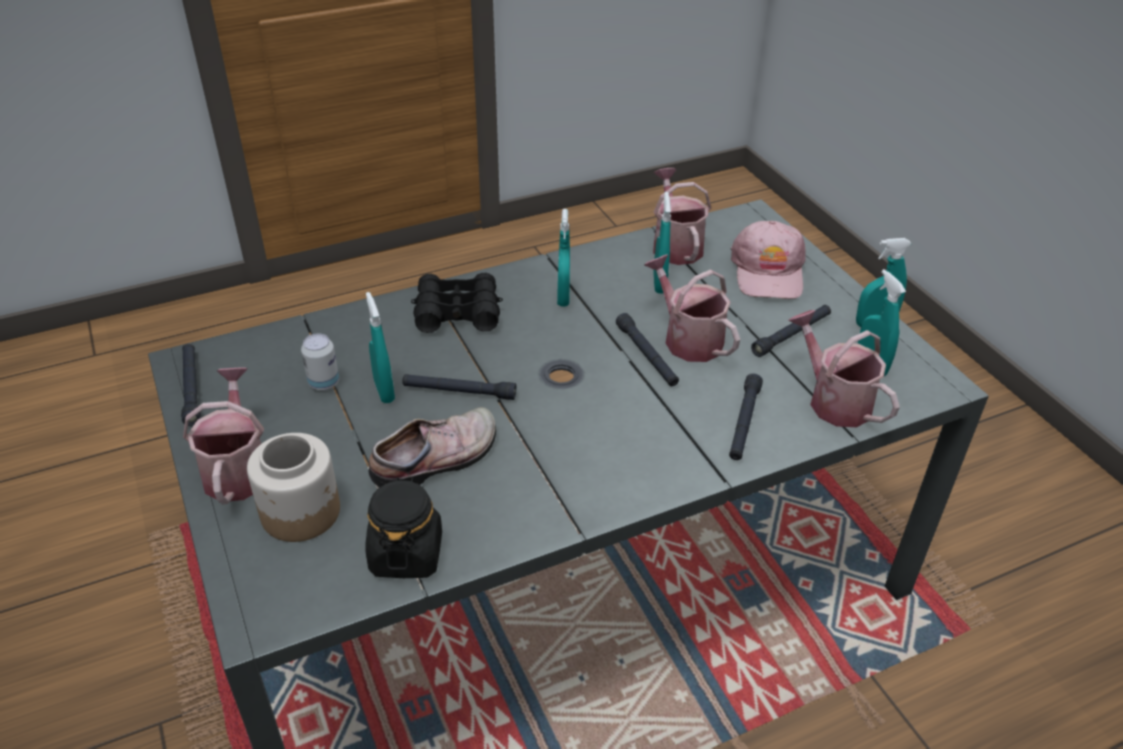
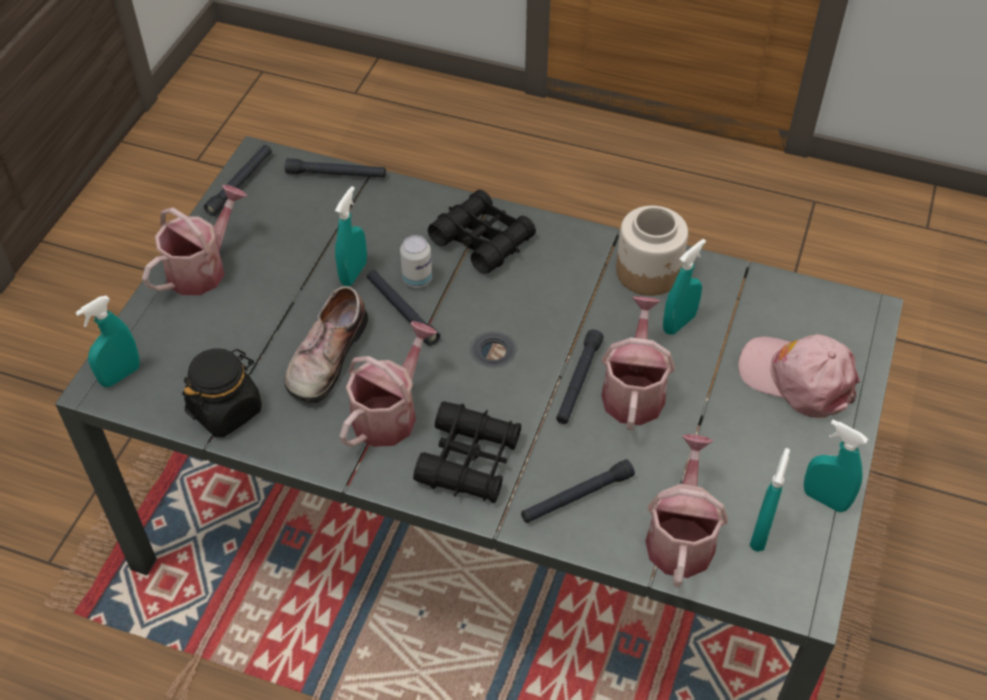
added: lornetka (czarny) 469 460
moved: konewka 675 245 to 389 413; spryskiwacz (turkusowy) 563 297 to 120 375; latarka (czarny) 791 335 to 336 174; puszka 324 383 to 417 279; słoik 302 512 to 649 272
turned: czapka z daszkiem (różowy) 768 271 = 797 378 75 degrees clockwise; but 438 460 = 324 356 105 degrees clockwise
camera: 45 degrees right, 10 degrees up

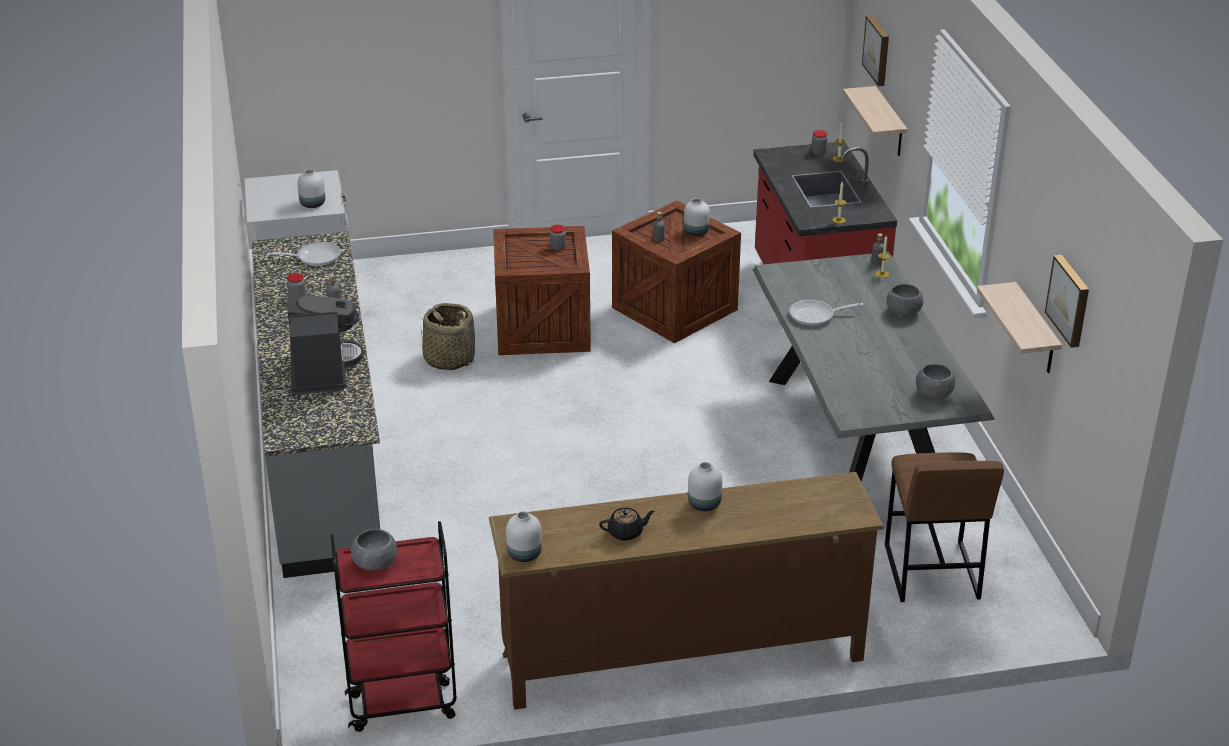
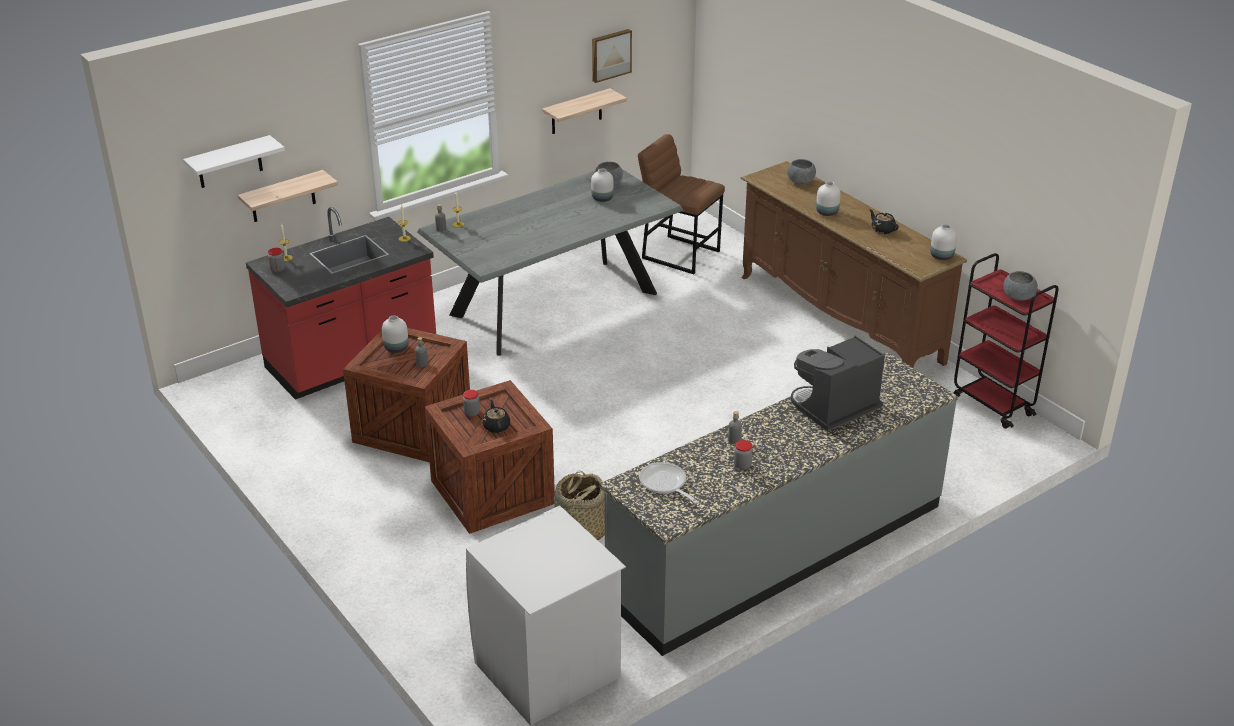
removed: patelnia 816 316
added: imbryk (czarny) 496 426
moved: wazon (biały) 313 204 to 602 198; miska (szary) 903 312 to 800 181
replaced: obraz 878 50 to półka (biały) 229 162
turned: krzesło (brązowy) 932 573 = 679 254 120 degrees counterclockwise
camera: 115 degrees left, 0 degrees up

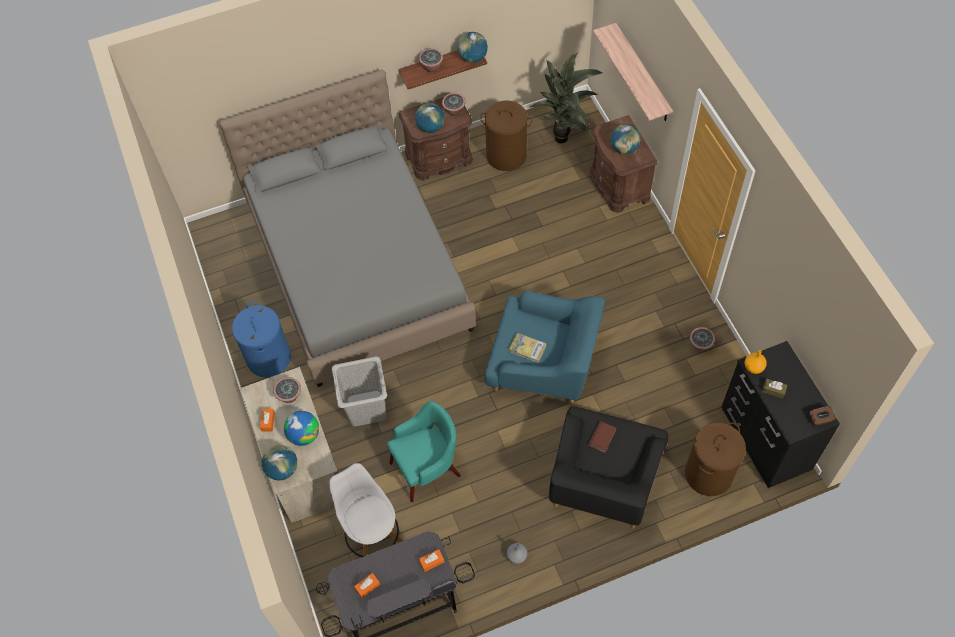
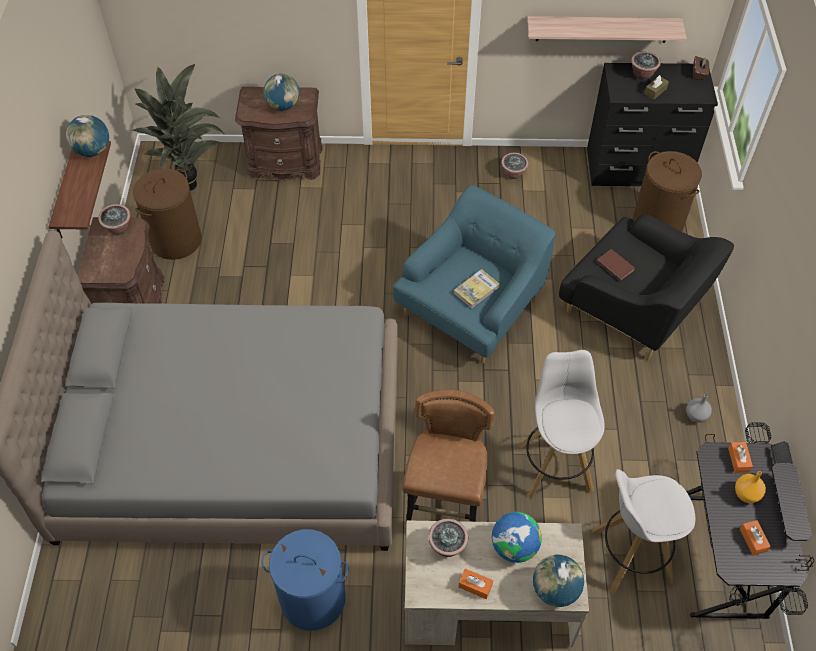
removed: globus 430 127
moved: półka 642 74 to 602 29; roślina doniczkowa 431 67 to 642 75; wazon (pomarańczowy) 754 367 to 746 494
replaced: kosz na pranie (szary) 366 408 to krzesło (brązowy) 445 504; fotel (turkusowy) 427 468 to stołek (biały) 555 466
camera: 70 degrees left, 5 degrees down

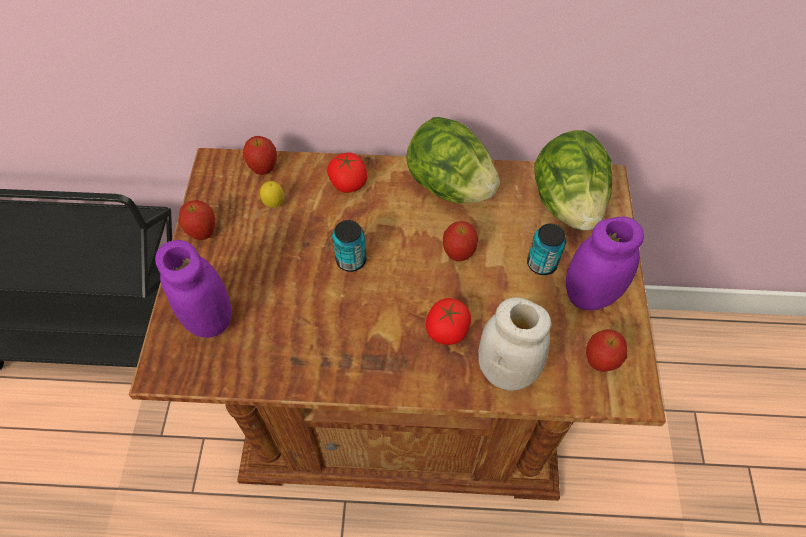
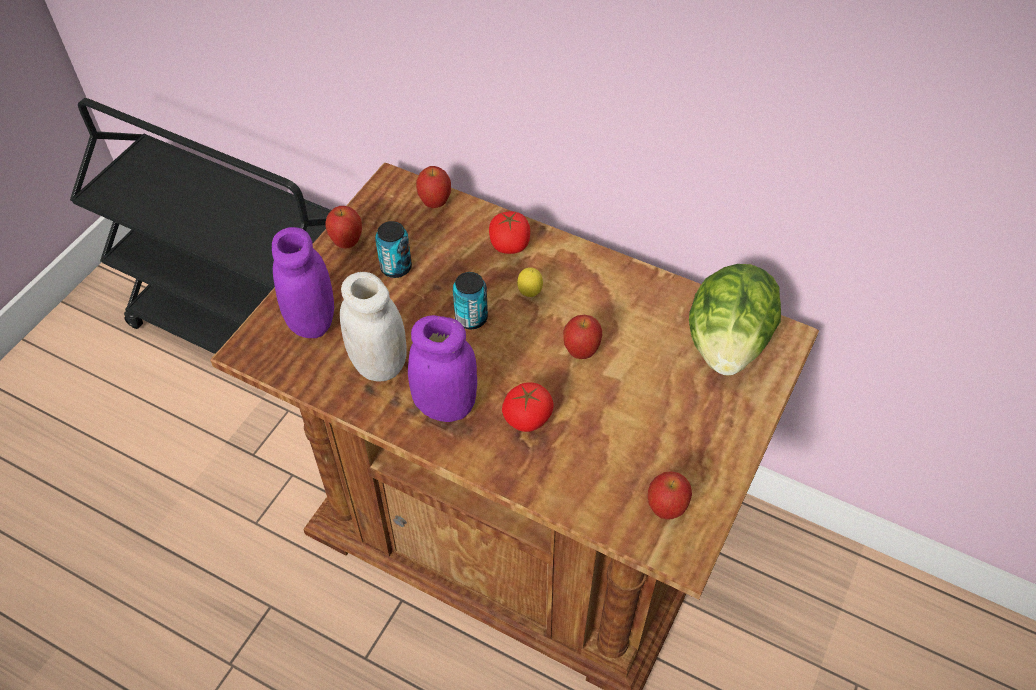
removed: sałata 449 186
moved: cytryna 274 204 to 529 294; słoik (fioletowy) 590 295 to 445 406; puszka 541 264 to 396 267; słoik (biały) 506 370 to 379 364
camera: 25 degrees right, 5 degrees down

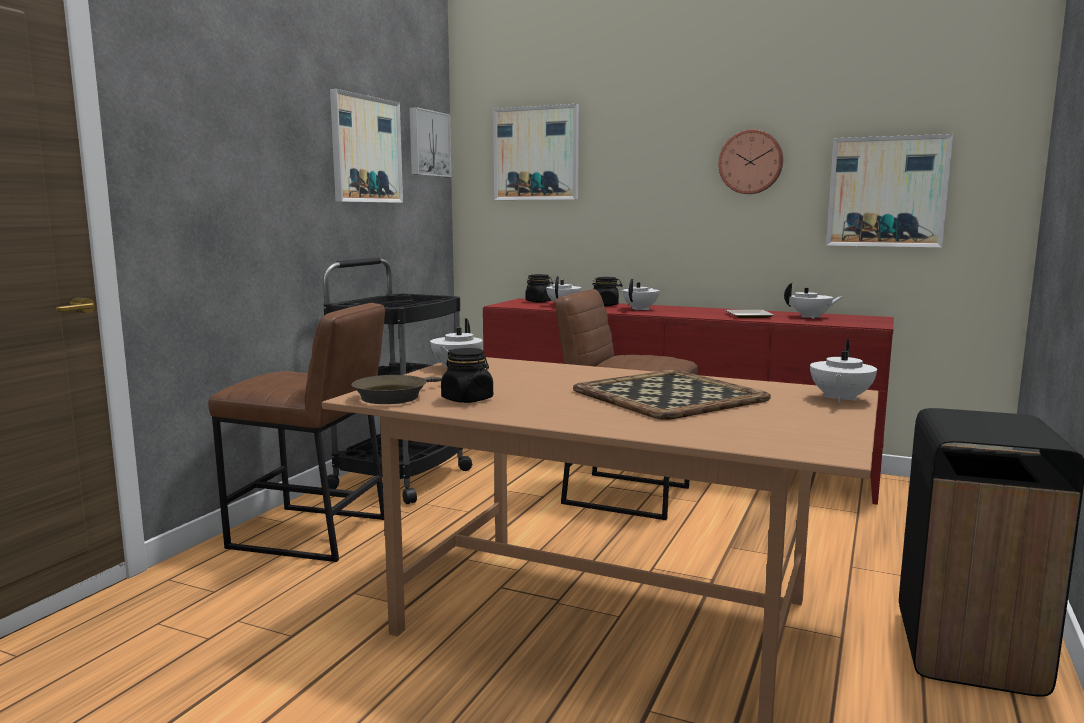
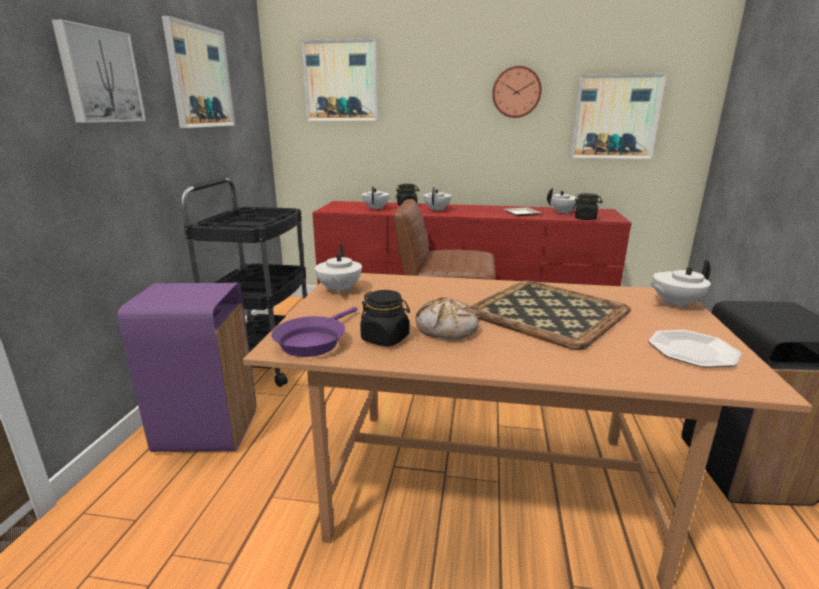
added: chleb 446 328; talerz 692 350
moved: obraz 427 143 to 99 76; słoik (czarny) 539 301 to 585 218
replaced: krzesło (brązowy) 311 533 to kosz na śmieci (fioletowy) 207 431
recoloured: patelnia (brązowy) 395 396 to patelnia (fioletowy) 313 341
turned: imbryk (biały) 839 399 = 674 304 60 degrees clockwise
camera: 15 degrees left, 10 degrees up

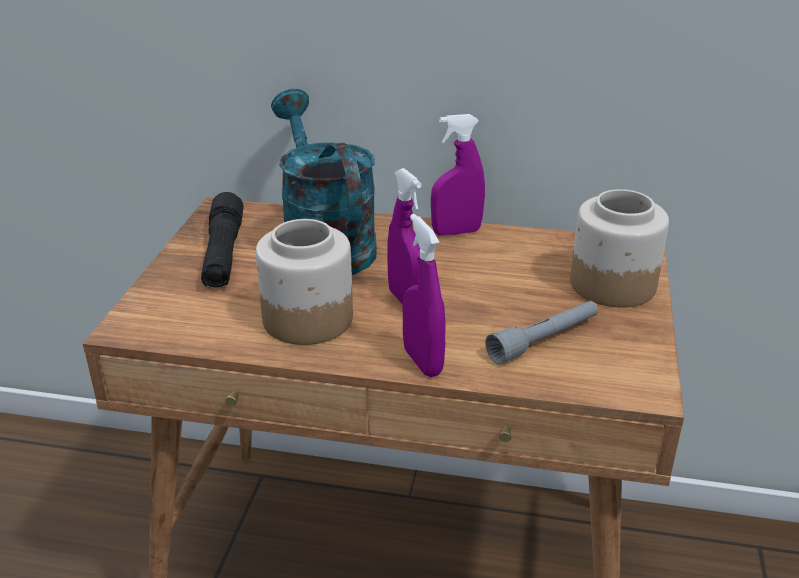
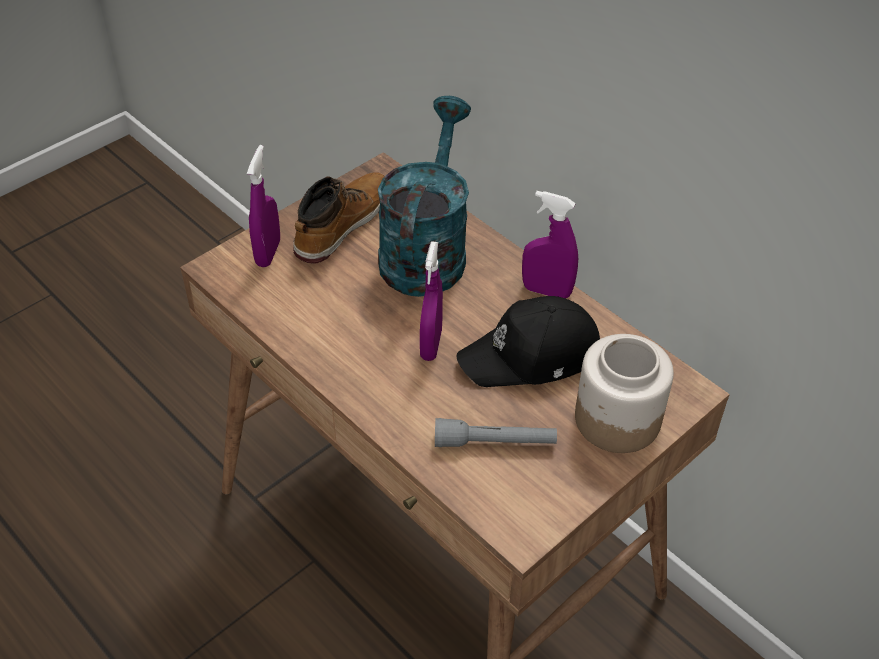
removed: słoik 306 319
added: czapka z daszkiem (czarny) 532 356
moved: spryskiwacz (fioletowy) 422 362 to 268 253
replaced: latarka (czarny) 223 254 to but z cholewką 341 224
camera: 35 degrees right, 15 degrees up

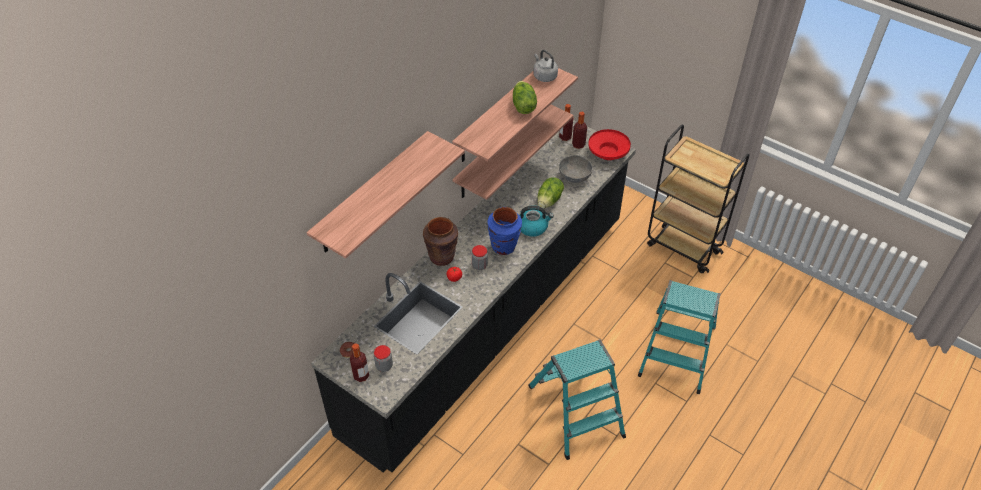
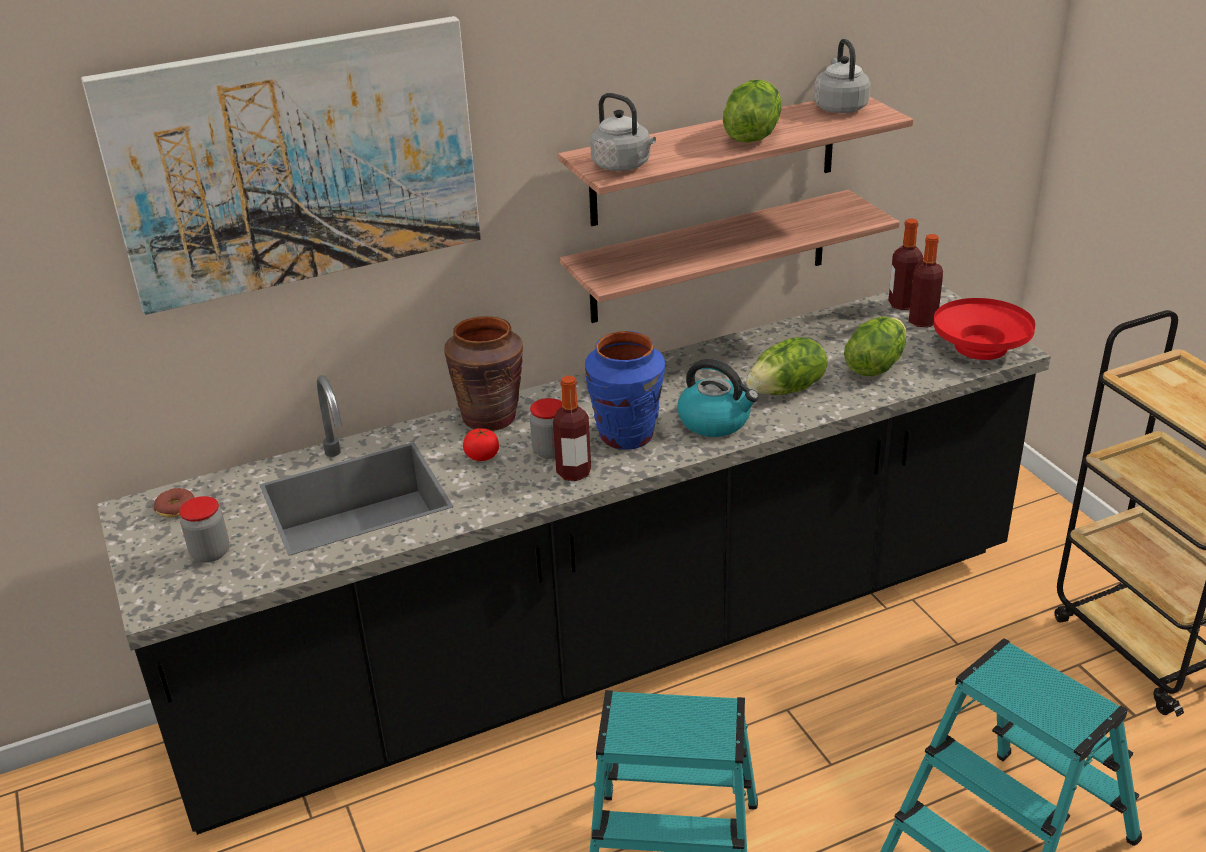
added: czajnik (szary) 623 166
moved: butelka 361 375 to 573 472
replaced: półka 372 194 to obraz 297 163; miska (szary) 574 176 to sałata 874 366
camera: 30 degrees right, 15 degrees down

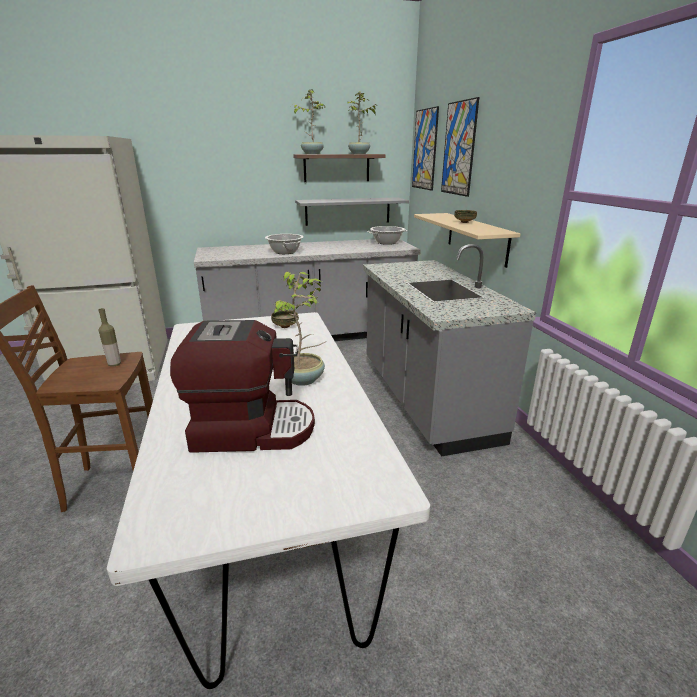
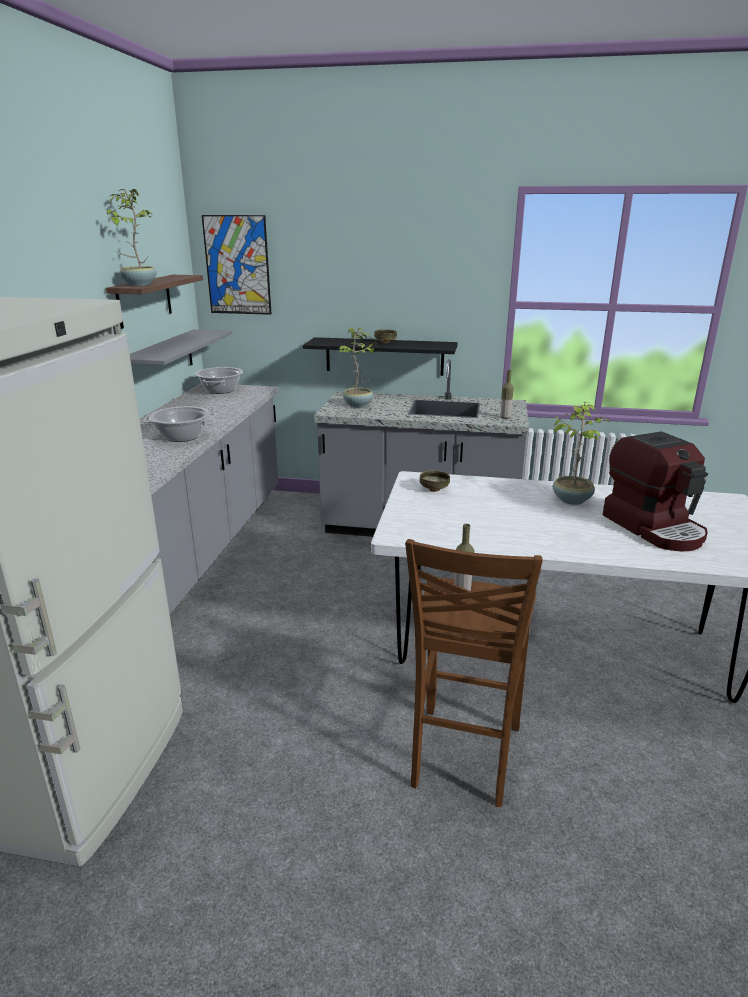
removed: obraz 459 149
added: butelka 505 418
moved: roślina doniczkowa 359 153 to 358 405
recoloured: półka (beżowy) 476 238 to półka (czarny) 384 356
turned: ekspres do kawy 251 429 = 654 527 135 degrees clockwise
camera: 65 degrees left, 0 degrees up

